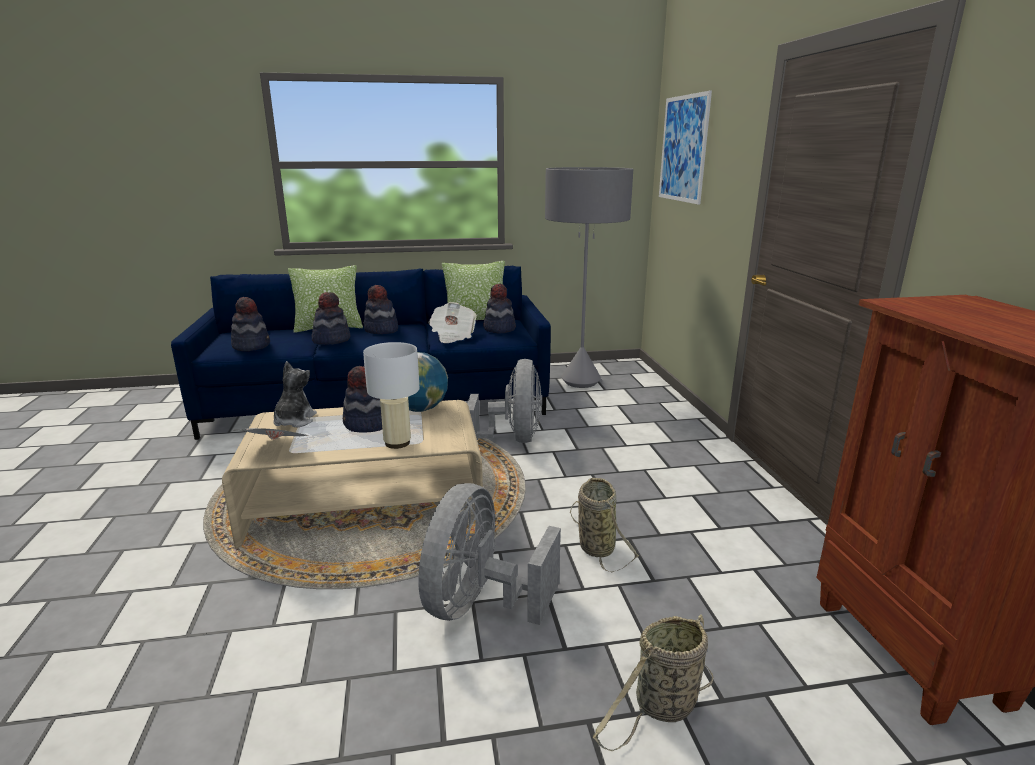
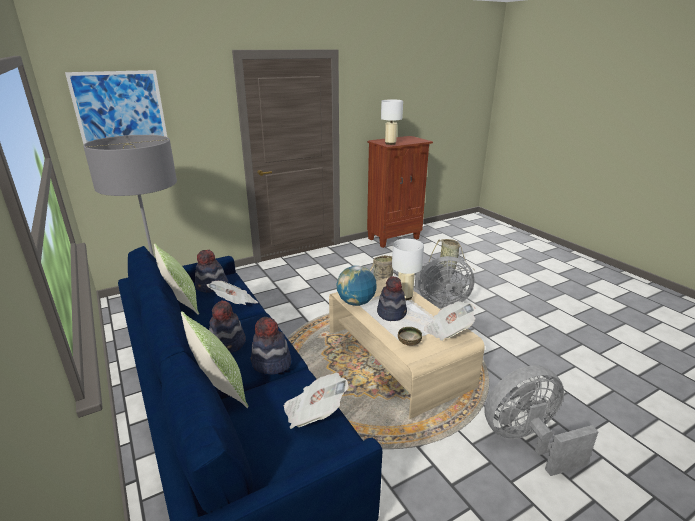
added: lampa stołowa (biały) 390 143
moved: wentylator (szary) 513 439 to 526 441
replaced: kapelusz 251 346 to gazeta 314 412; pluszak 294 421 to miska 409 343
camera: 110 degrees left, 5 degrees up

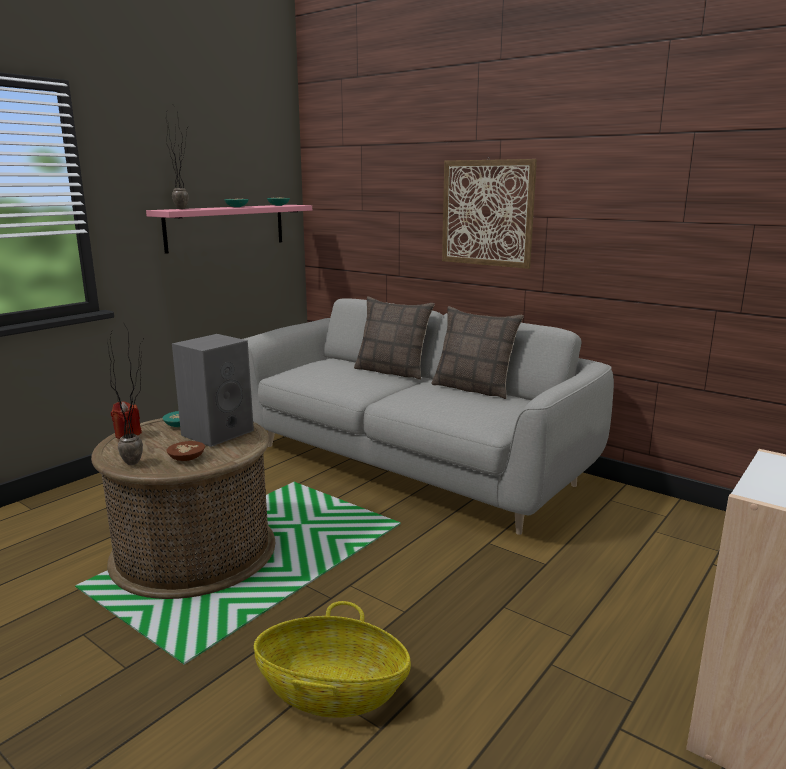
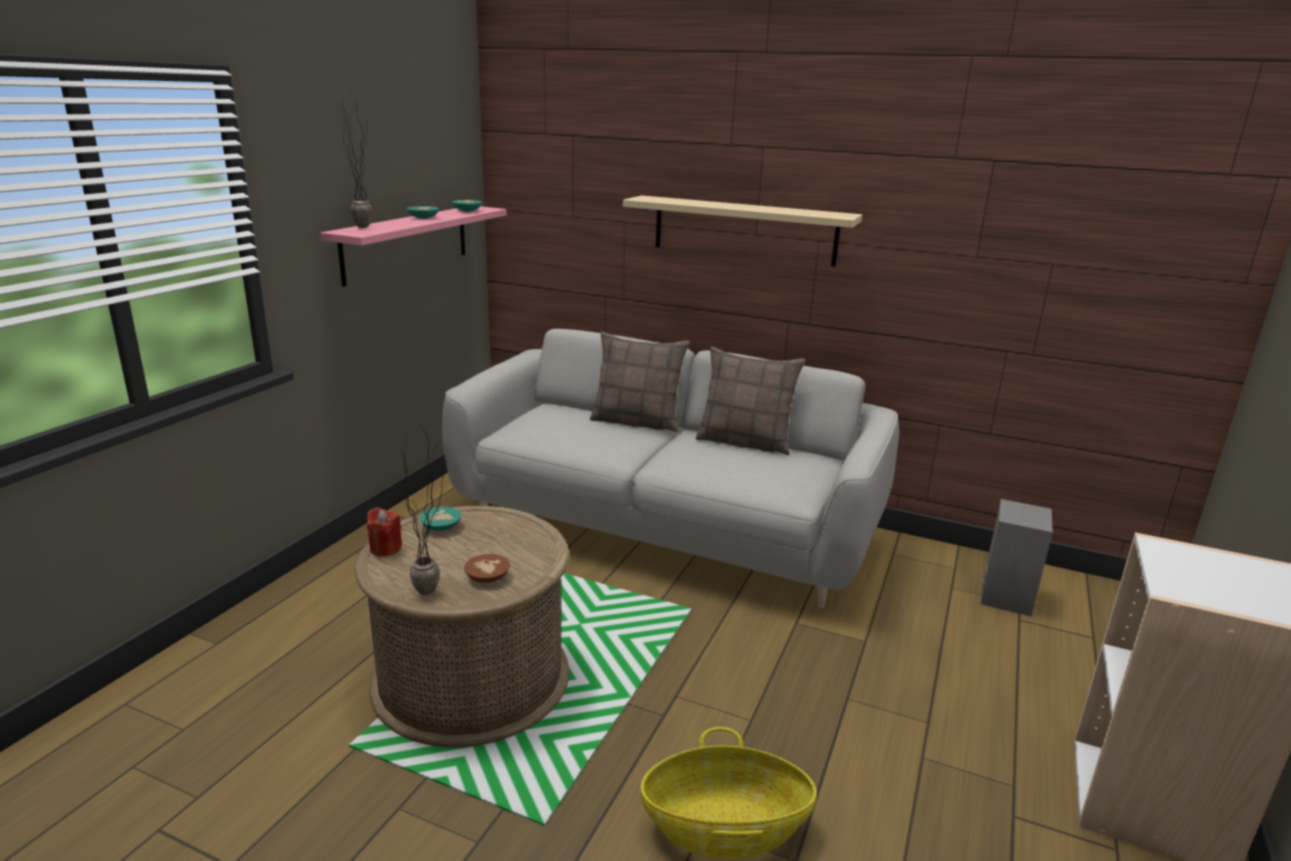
moved: głośnik (szary) 218 432 to 1005 595
replaced: obraz 487 211 to półka (beżowy) 744 230
camera: 15 degrees left, 5 degrees up

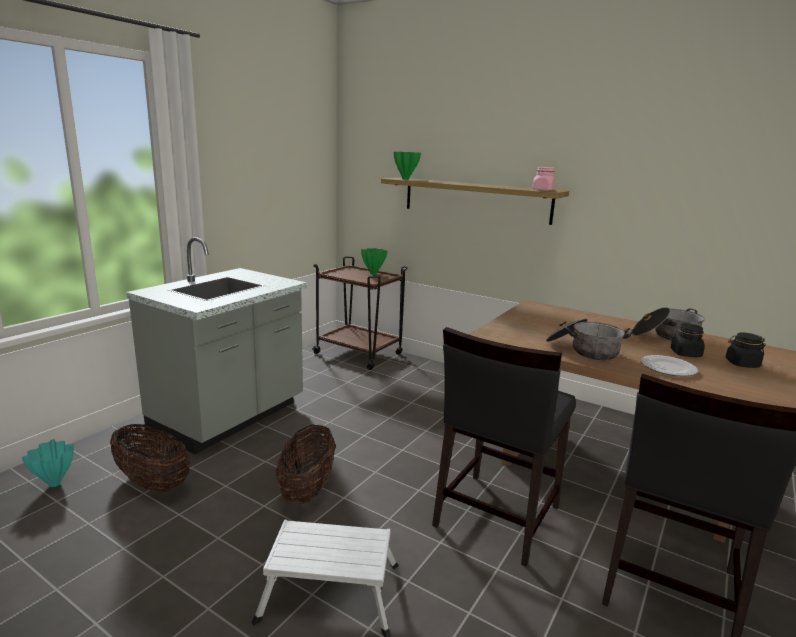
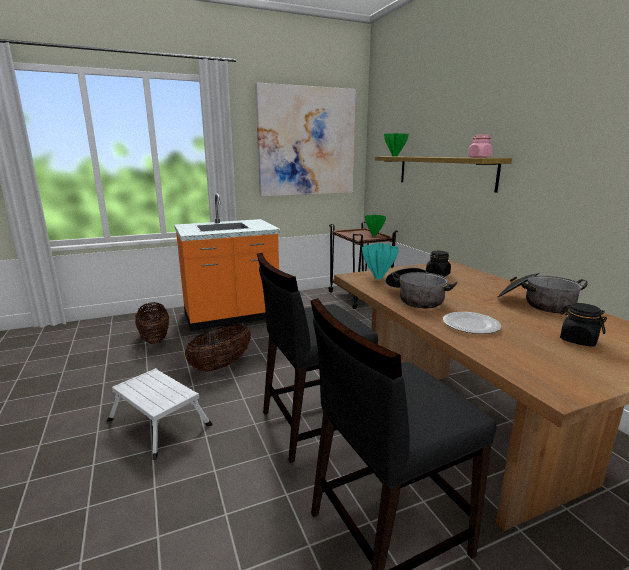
added: obraz 306 142
moved: słoik (czarny) 685 353 to 437 274; wazon (turkusowy) 54 484 to 378 278
recoloured: zabudowa kuchenna (szary) 229 418 to zabudowa kuchenna (pomarańczowy) 231 317
camera: 35 degrees right, 0 degrees up

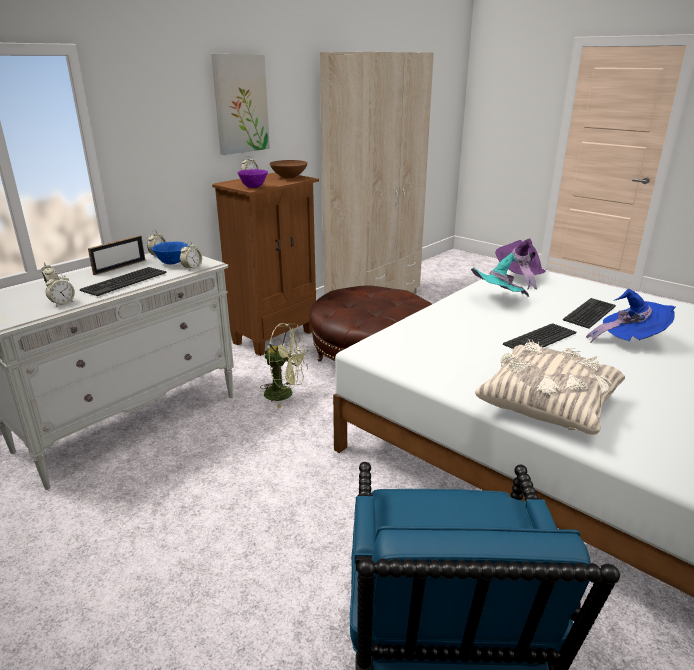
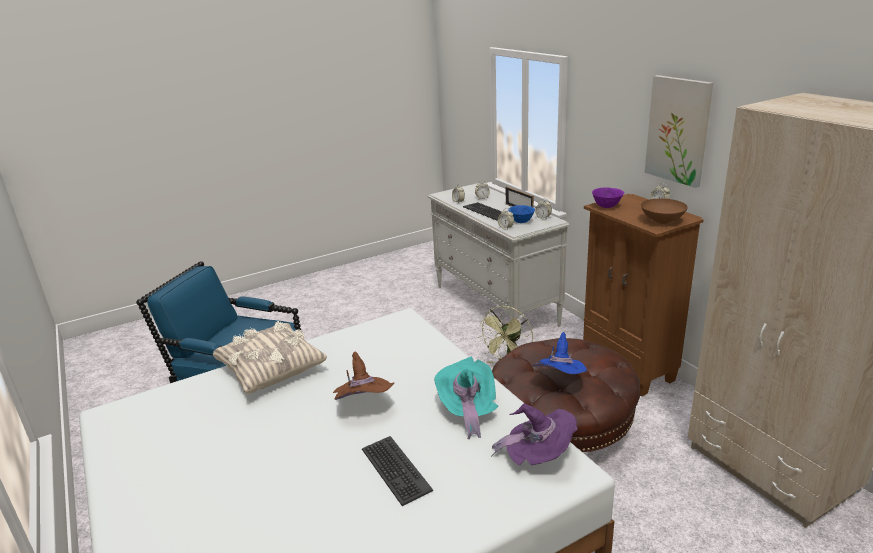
moved: kapelusz (niebieski) 629 340 to 560 382
replaced: klawiatura 539 339 to kapelusz (brązowy) 364 406
camera: 110 degrees right, 0 degrees up

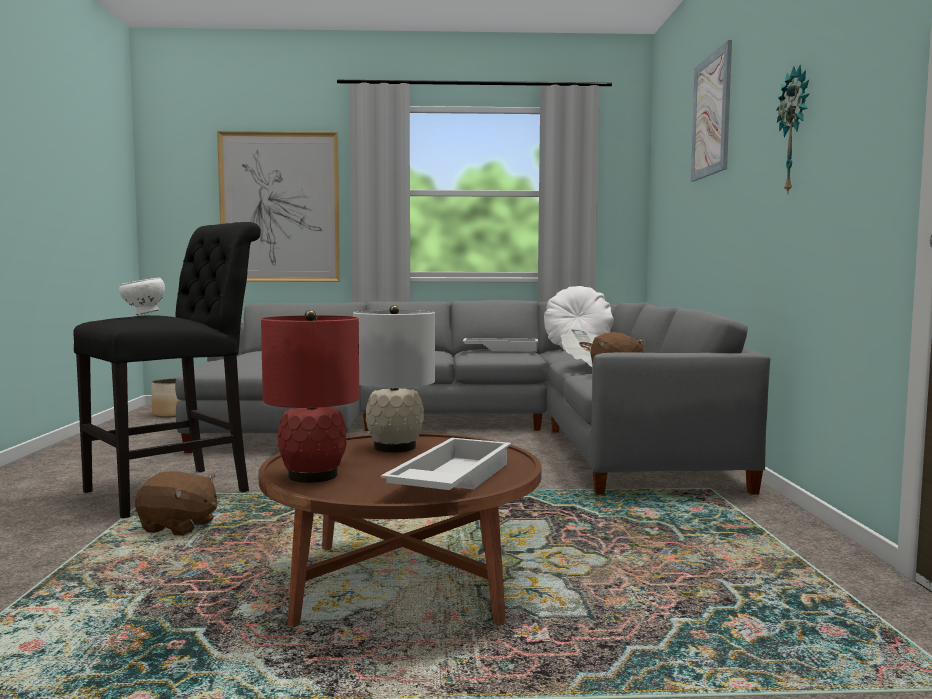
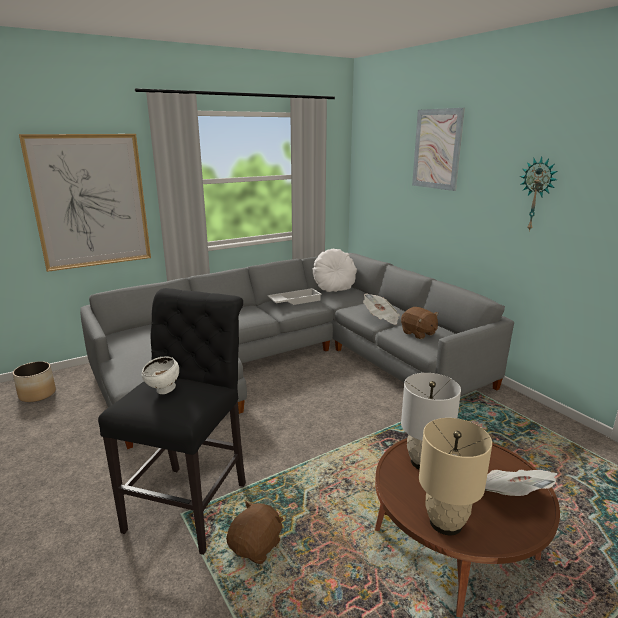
replaced: taca (biały) 450 479 to gazeta 512 495
recoloured: lampa stołowa (czerwony) 312 476 to lampa stołowa (beżowy) 445 523
turned: pluszak (brązowy) 178 527 = 256 546 45 degrees counterclockwise
camera: 30 degrees left, 15 degrees up

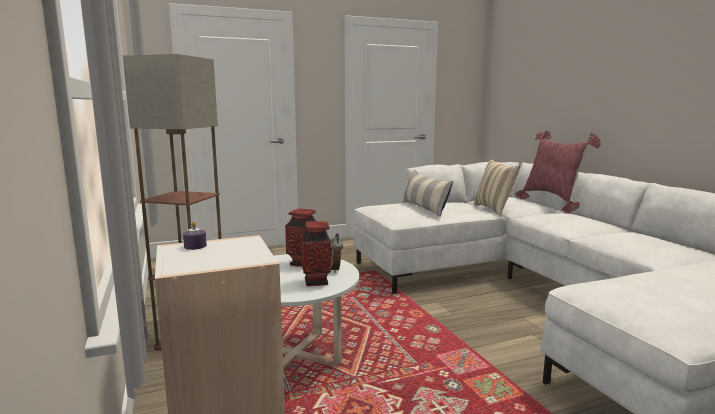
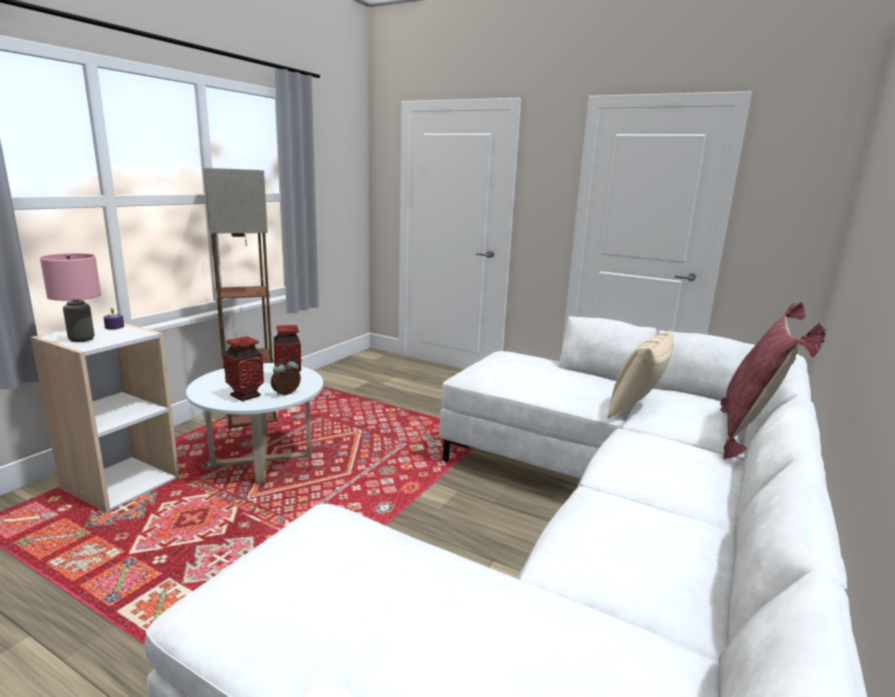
removed: poduszka 424 208
added: lampa stołowa (różowy) 83 339
camera: 50 degrees right, 5 degrees up

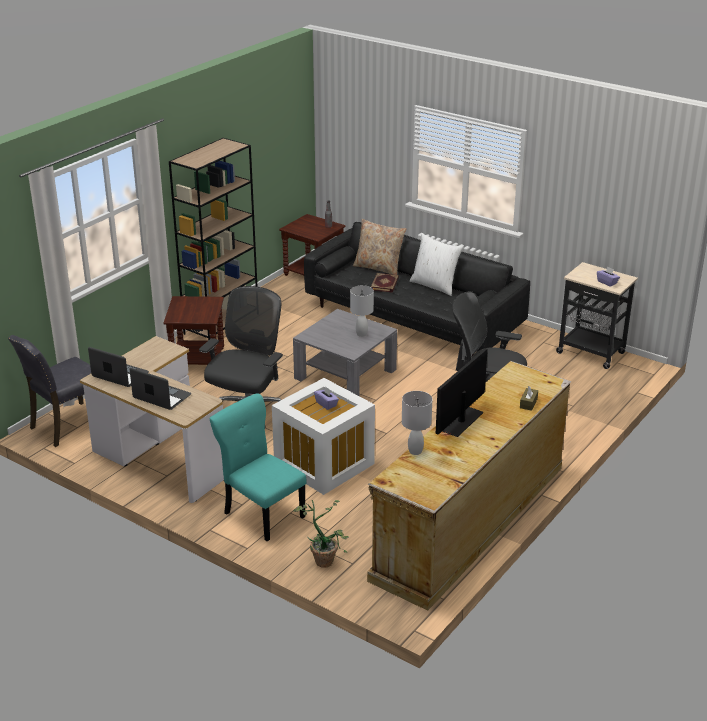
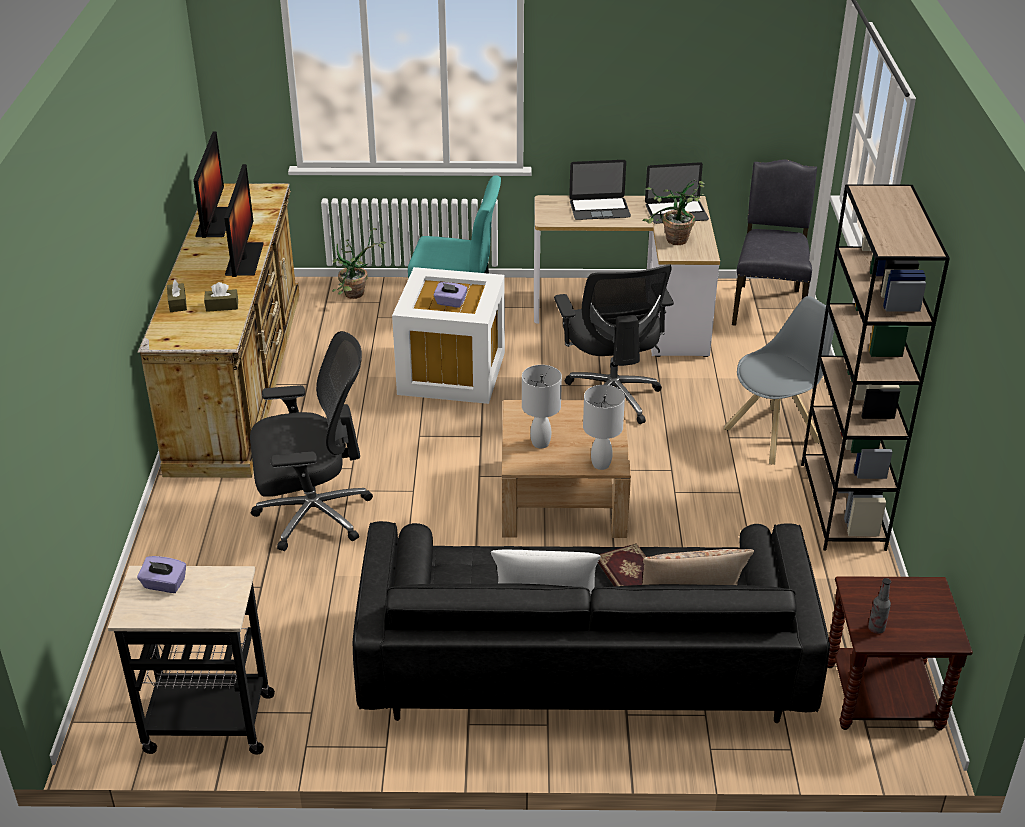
added: monitor 214 222; roślina doniczkowa 672 242; pudełko chusteczek (brązowy) 222 306
moved: lampa stołowa (biały) 415 451 to 600 464
replaced: stolik (brązowy) 197 360 to krzesło (szary) 775 434
recoloured: ława (szary) 345 374 to ława (brązowy) 563 498
camera: 145 degrees right, 5 degrees up

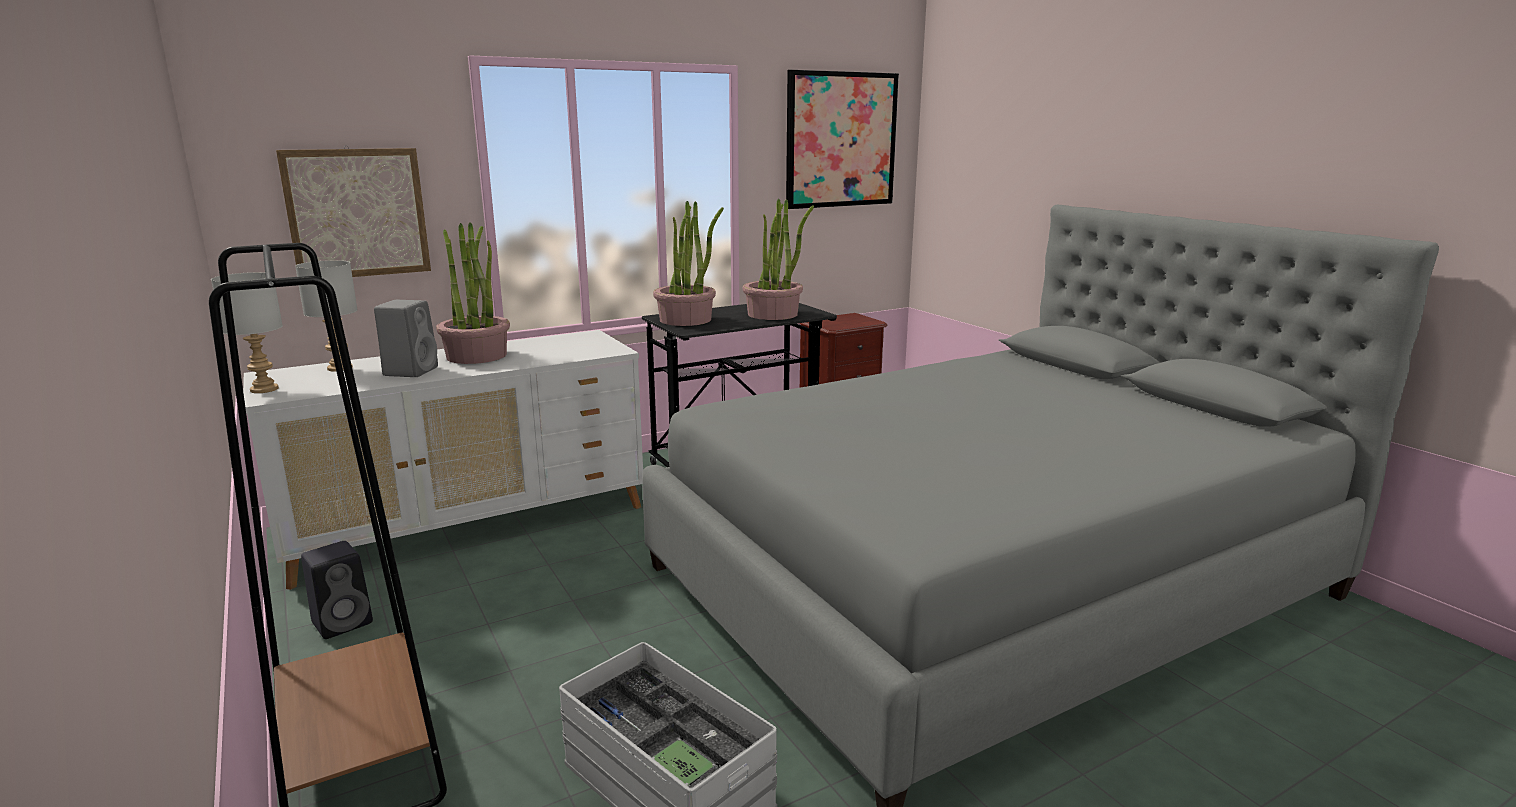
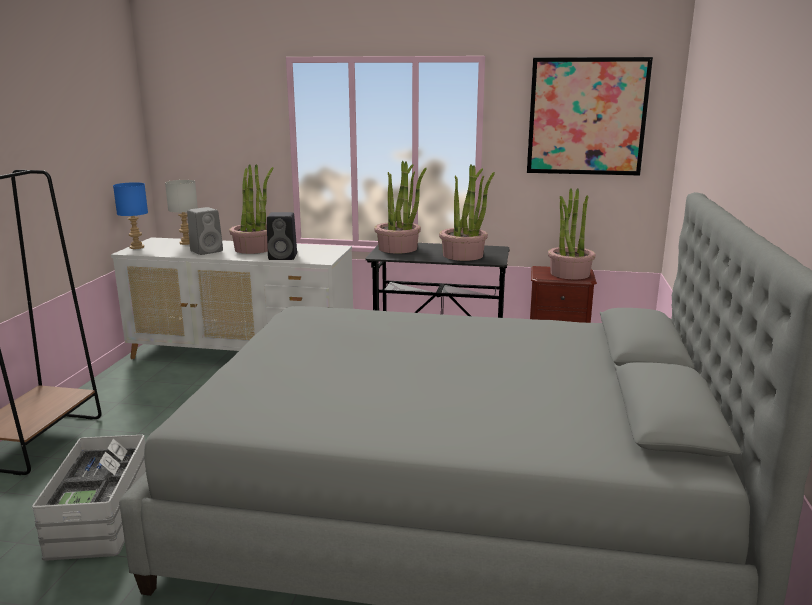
removed: obraz 357 211
added: roślina doniczkowa 569 274
moved: głośnik (czarny) 344 622 to 284 257
recoloured: lampa stołowa (szary) 265 389 to lampa stołowa (niebieski) 137 247
camera: 40 degrees right, 0 degrees up

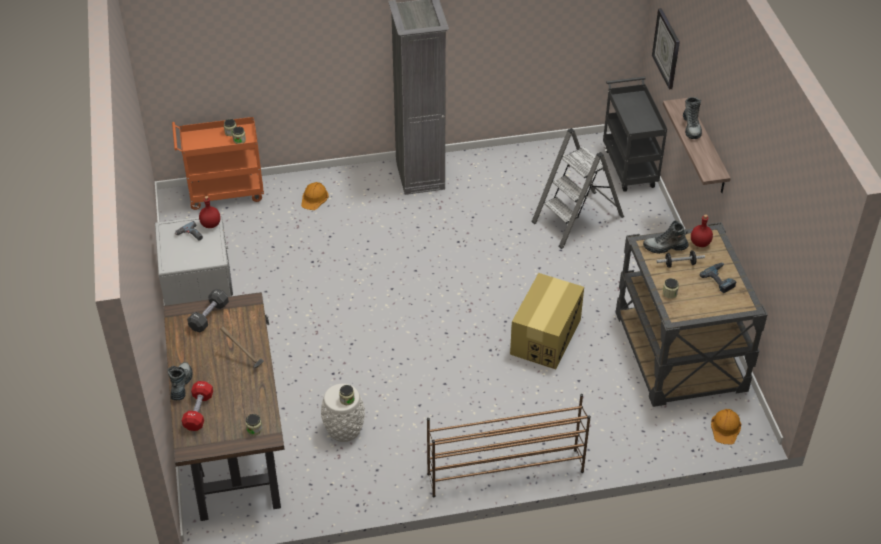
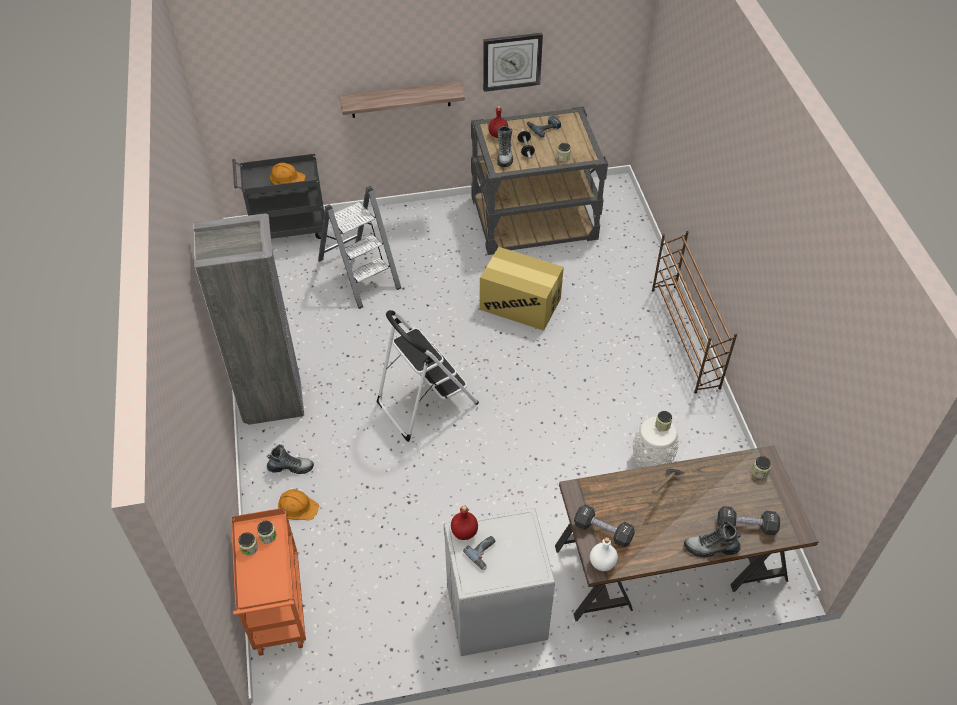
added: drabinka 424 403; butelka (biały) 602 562
moved: zegar ścienny 667 48 to 512 61; but z cholewką 691 127 to 291 467; kask (pomarańczowy) 726 428 to 287 177
recoloured: hantel (czerwony) 198 412 to hantel (czarny) 746 526
camera: 90 degrees left, 5 degrees up

